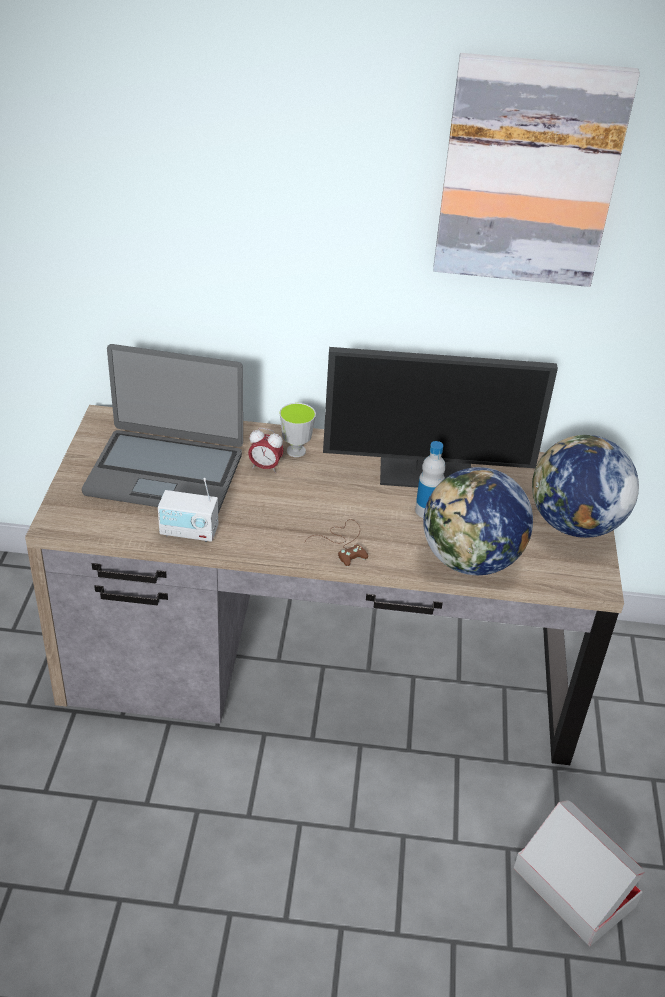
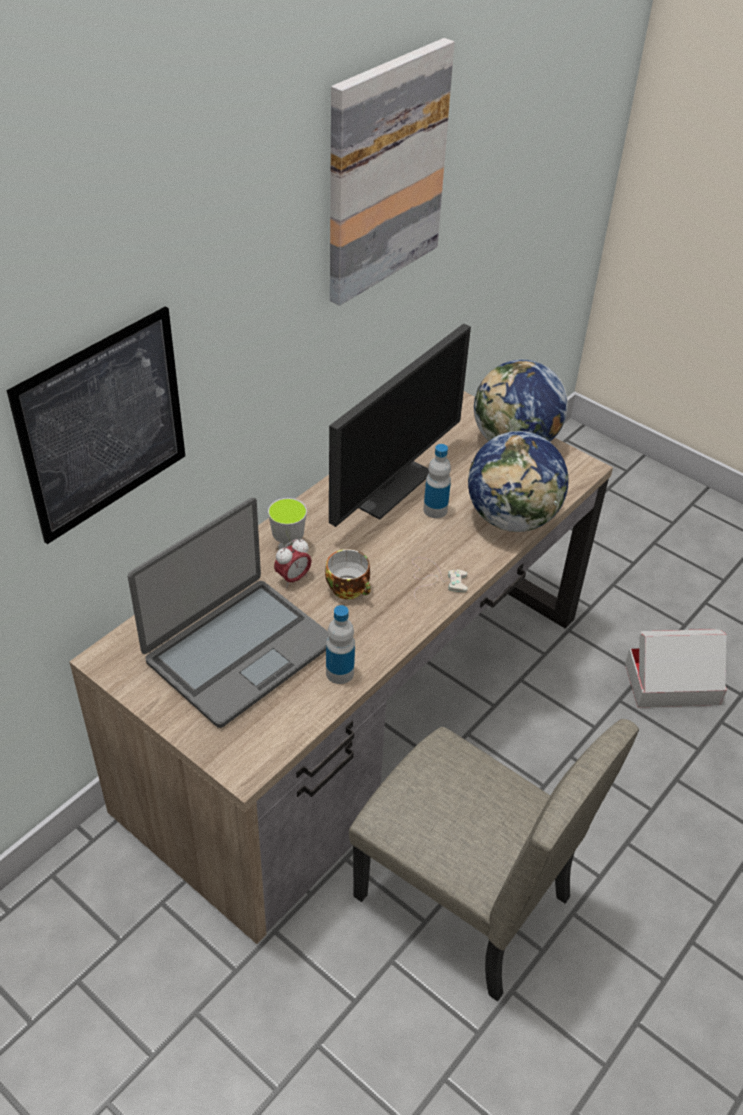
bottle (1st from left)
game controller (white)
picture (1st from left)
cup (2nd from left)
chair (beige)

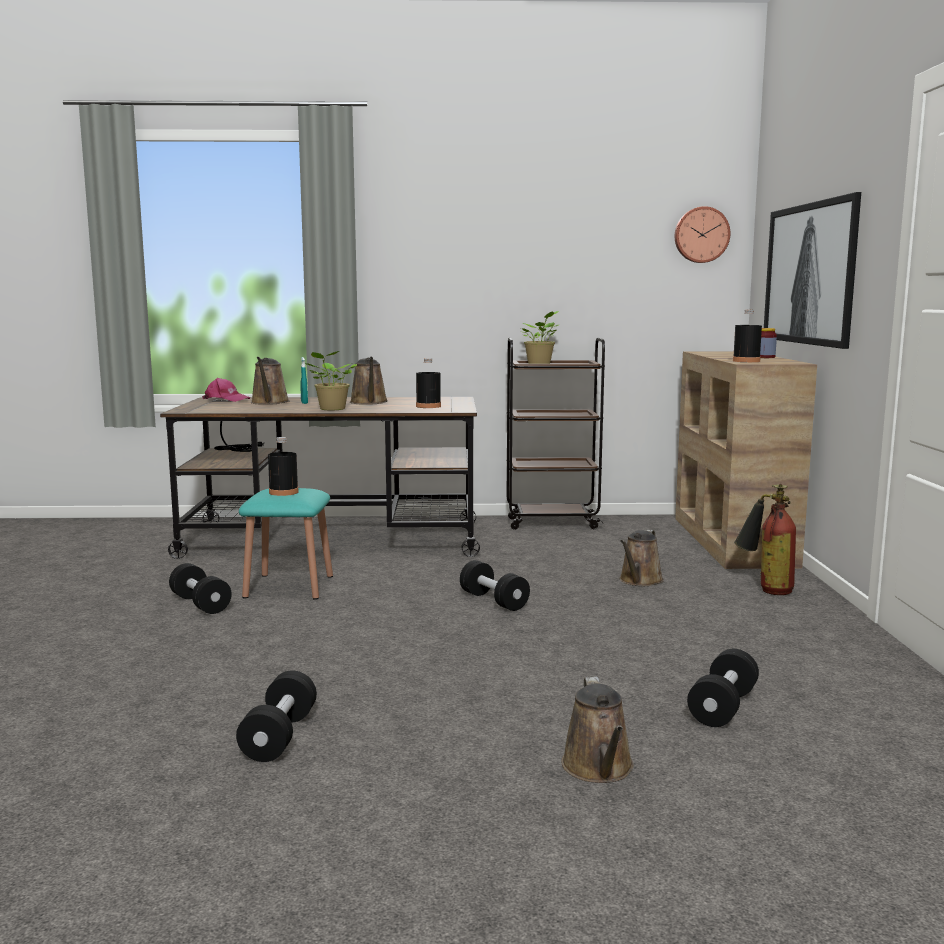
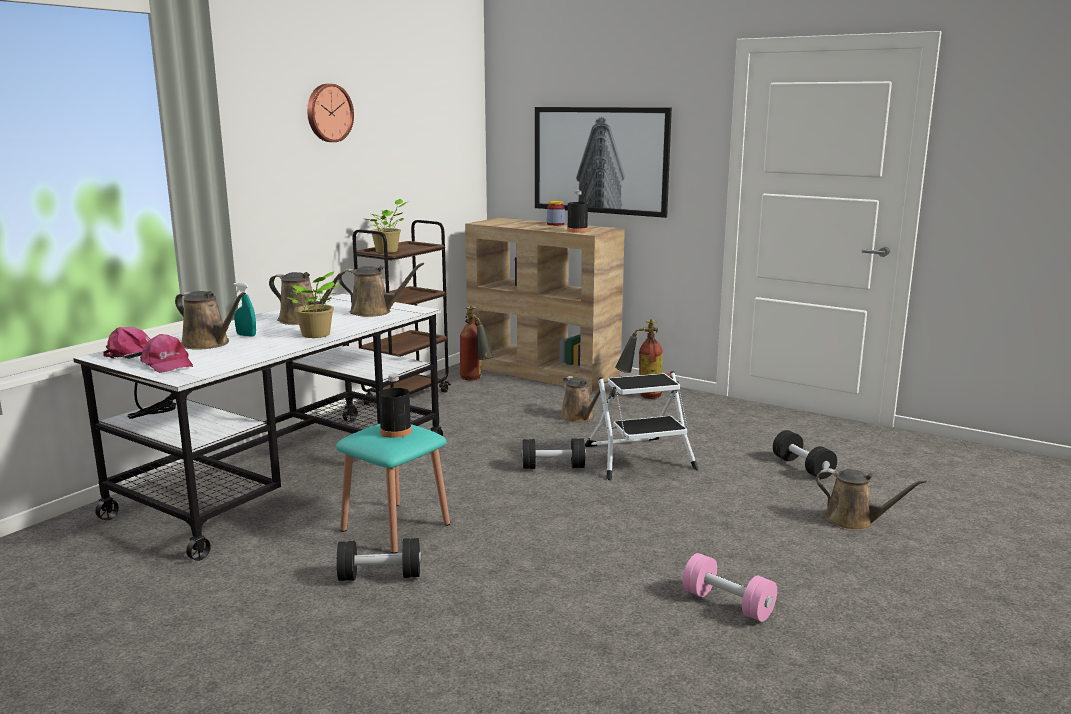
wall clock
watering can (brown) (3rd from left)
desk (white)
dumbbell (pink)
fire extinguisher (1st from left)
cap (pink) (2nd from left)
step ladder

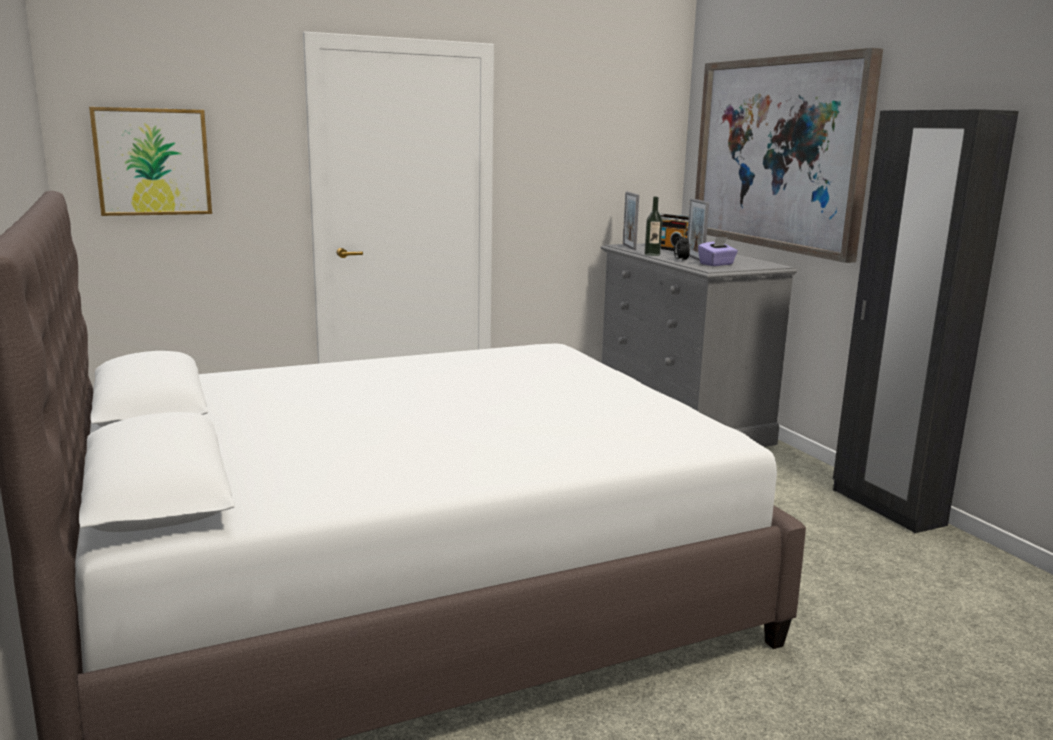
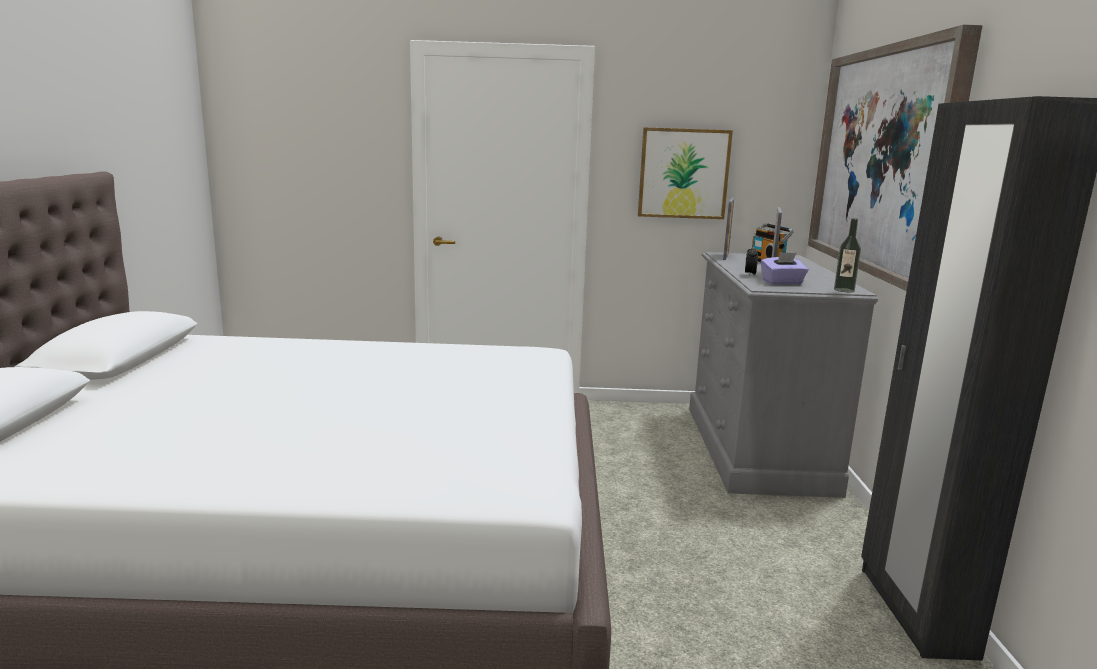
picture (1st from left)
bottle

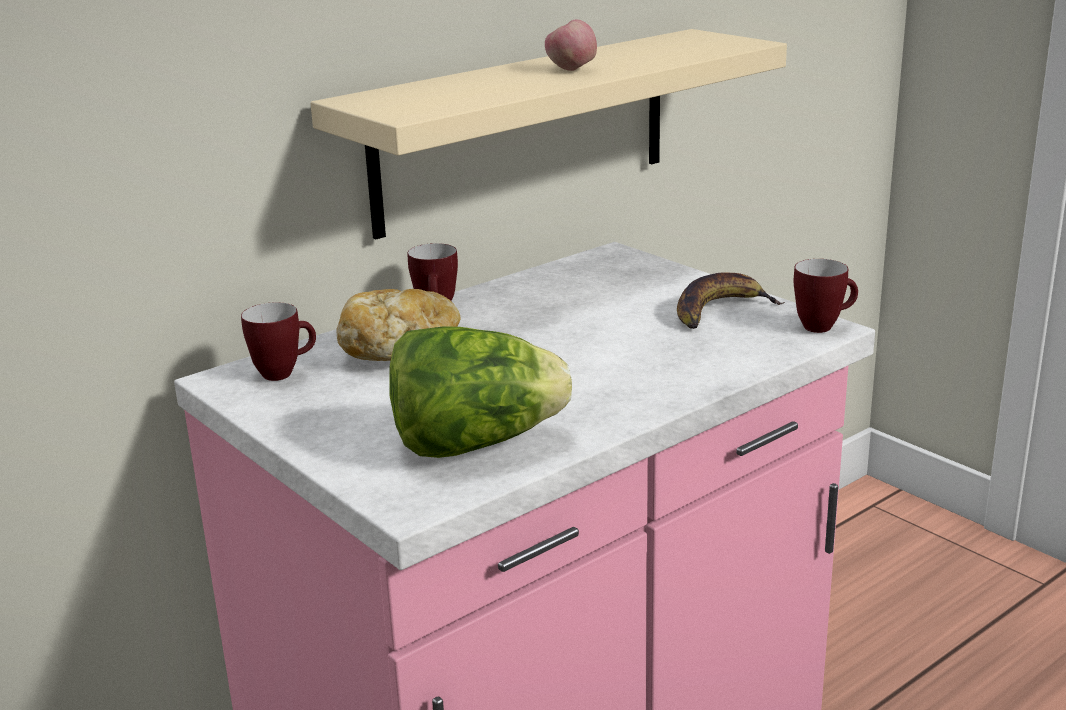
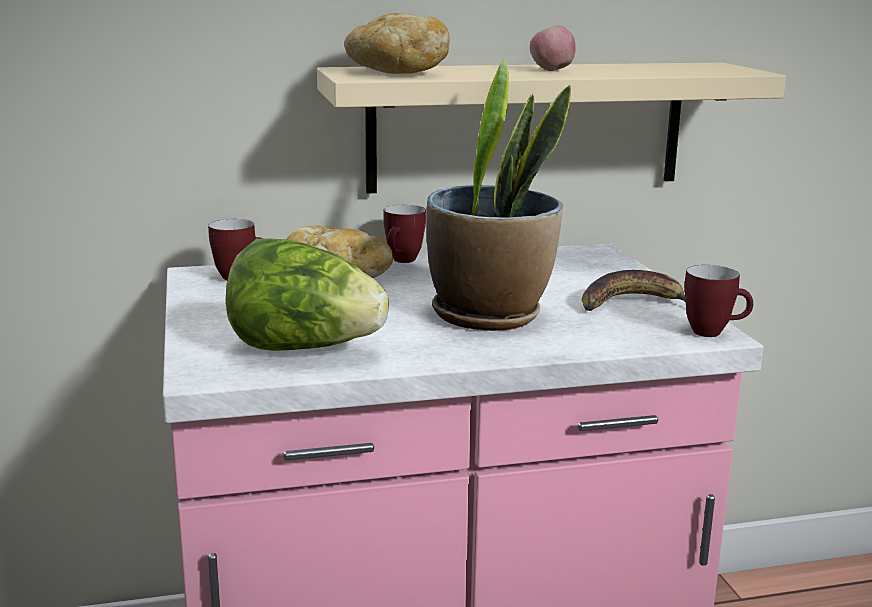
bread (2nd from left)
potted plant

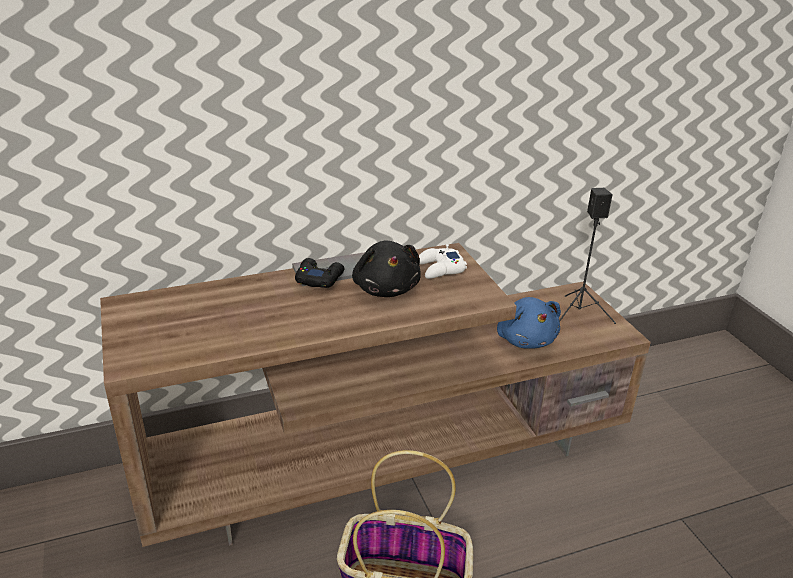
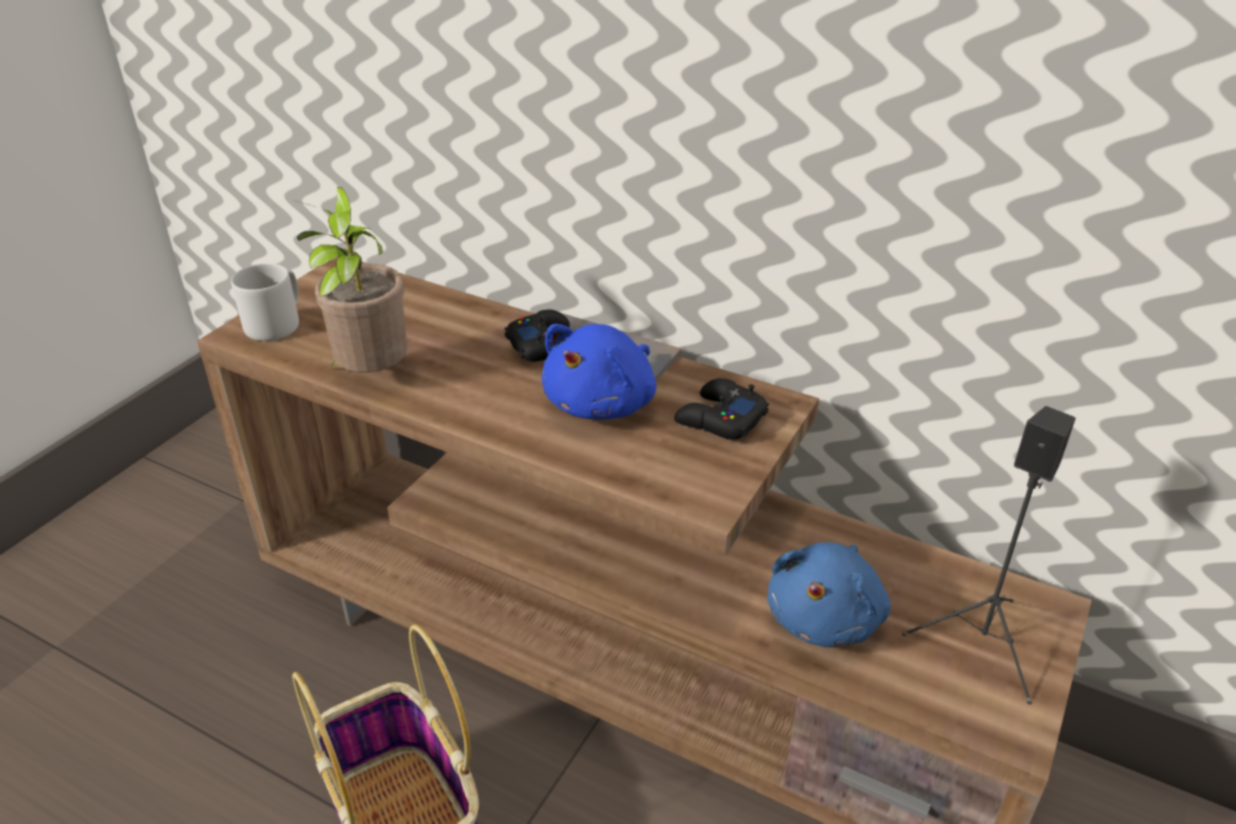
plush toy (blue) (1st from left)
game controller (black) (2nd from left)
potted plant
mug (grey)

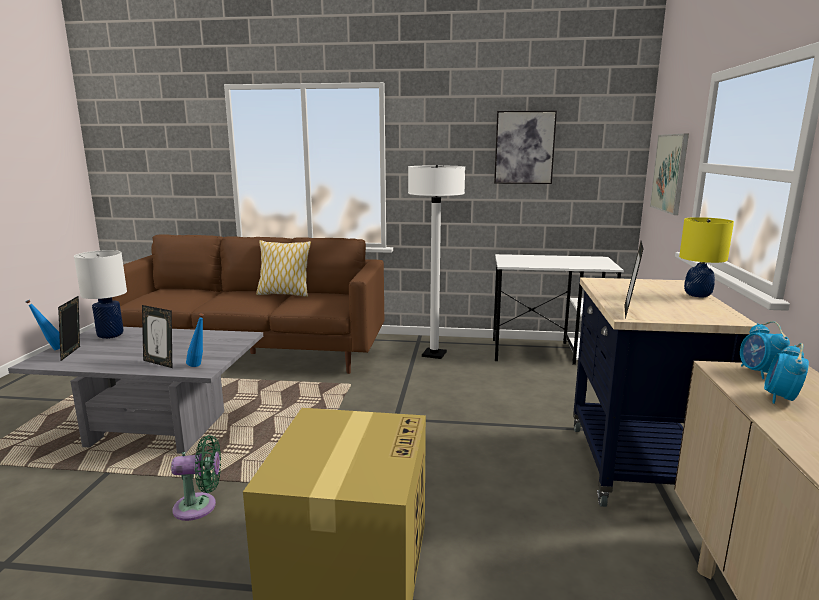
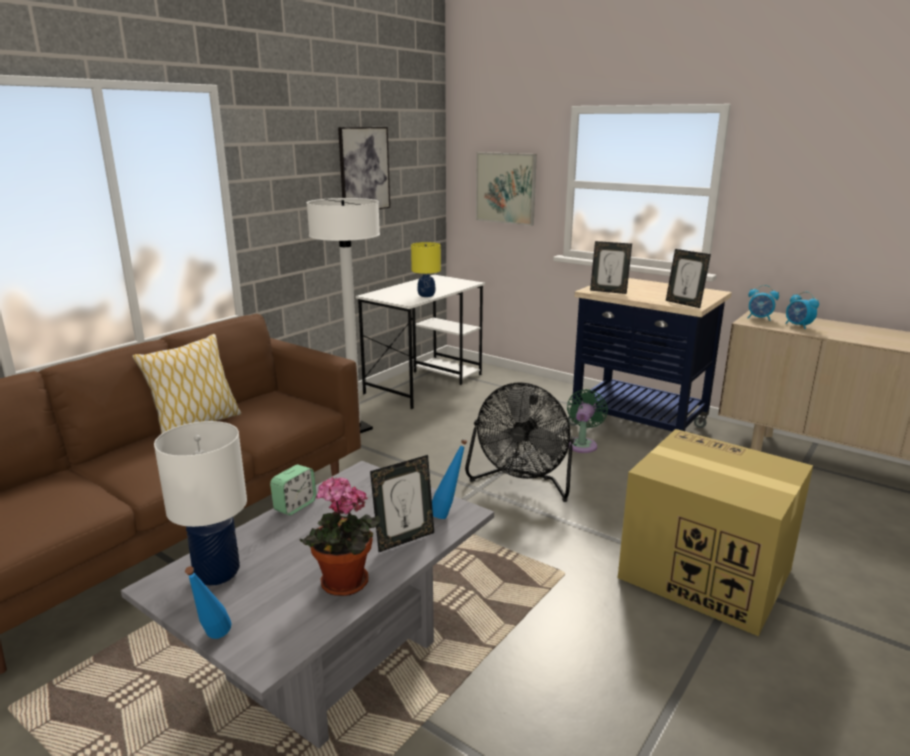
table lamp (yellow)
picture frame (2nd from left)
fan (green)
fan (black)
alarm clock (1st from left)
potted plant

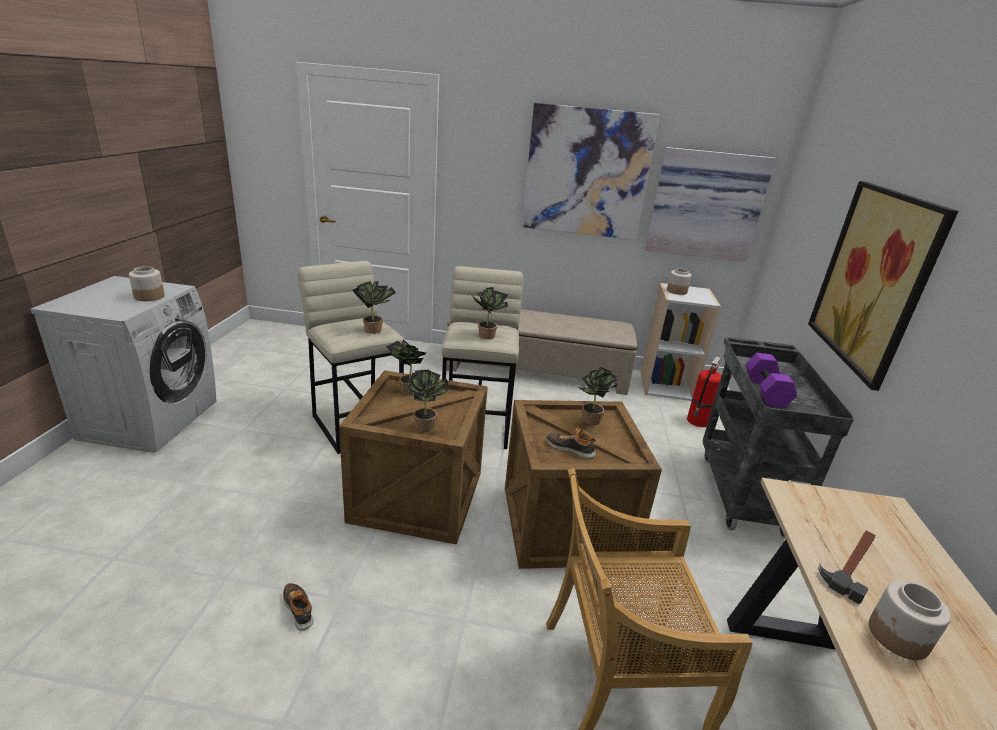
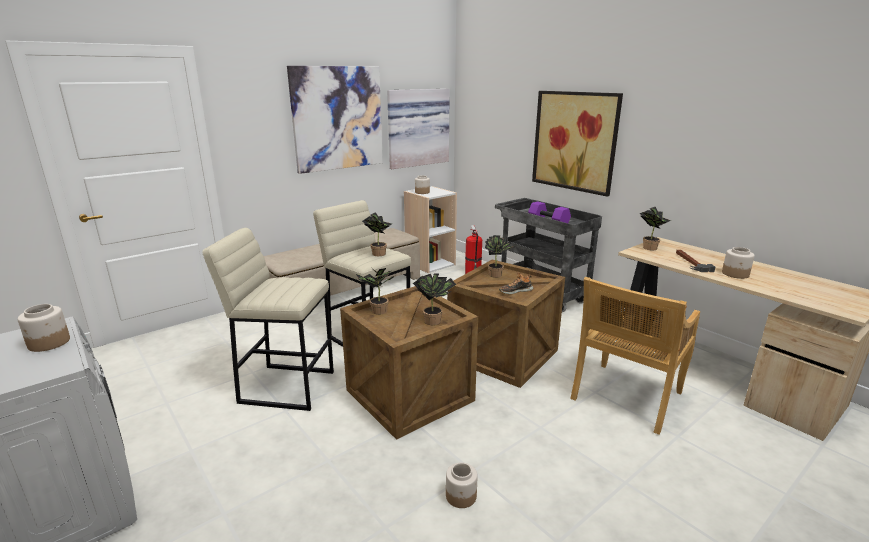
potted plant (5th from left)
jar (3rd from left)

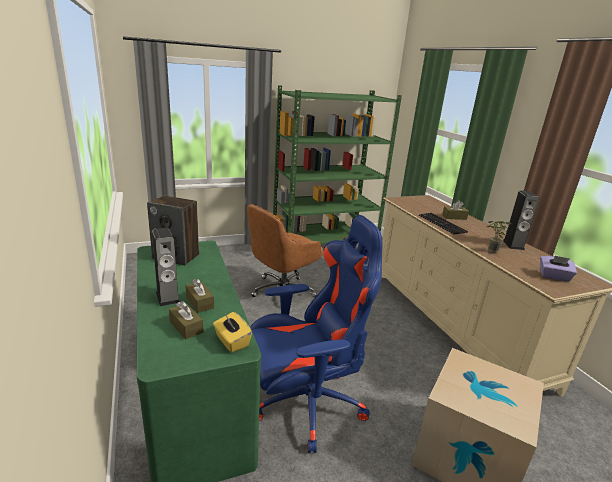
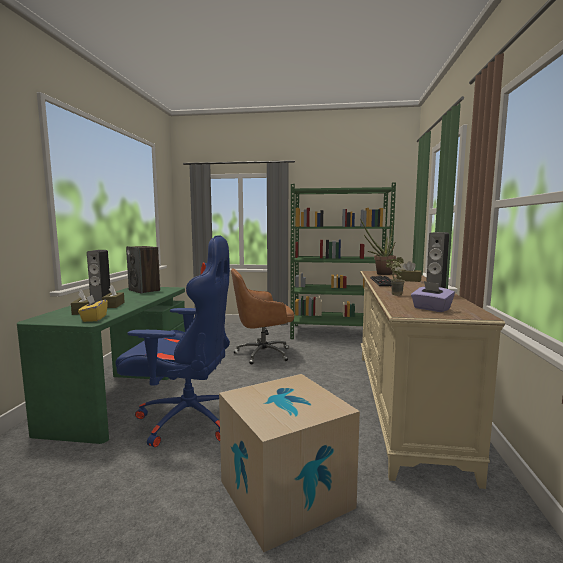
potted plant (1st from left)

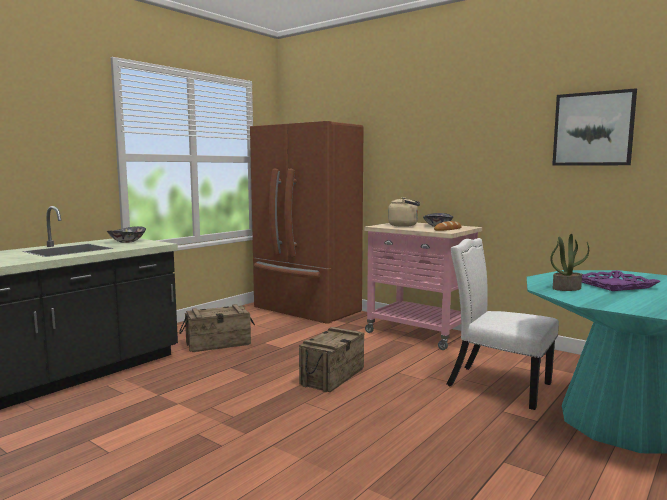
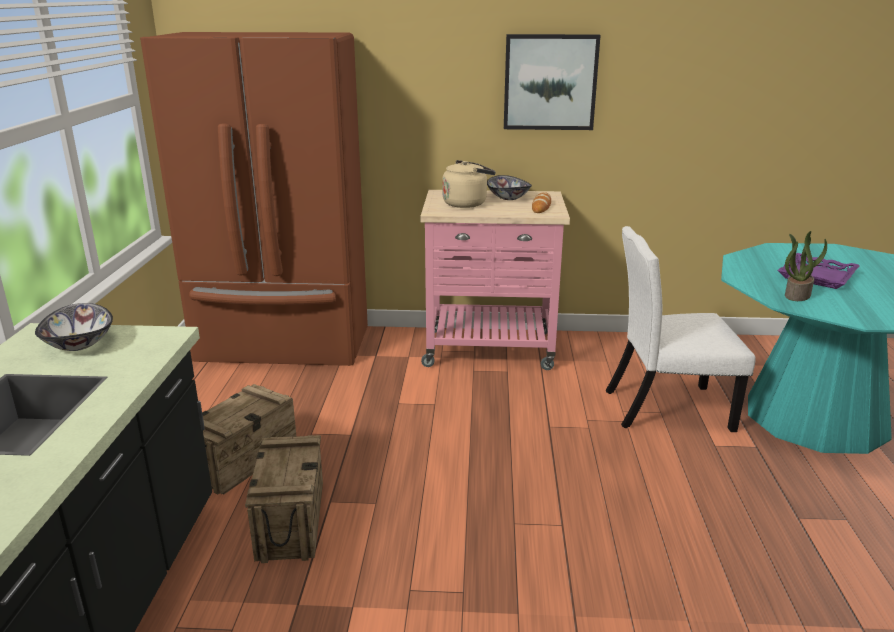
picture
crate (2nd from left)

